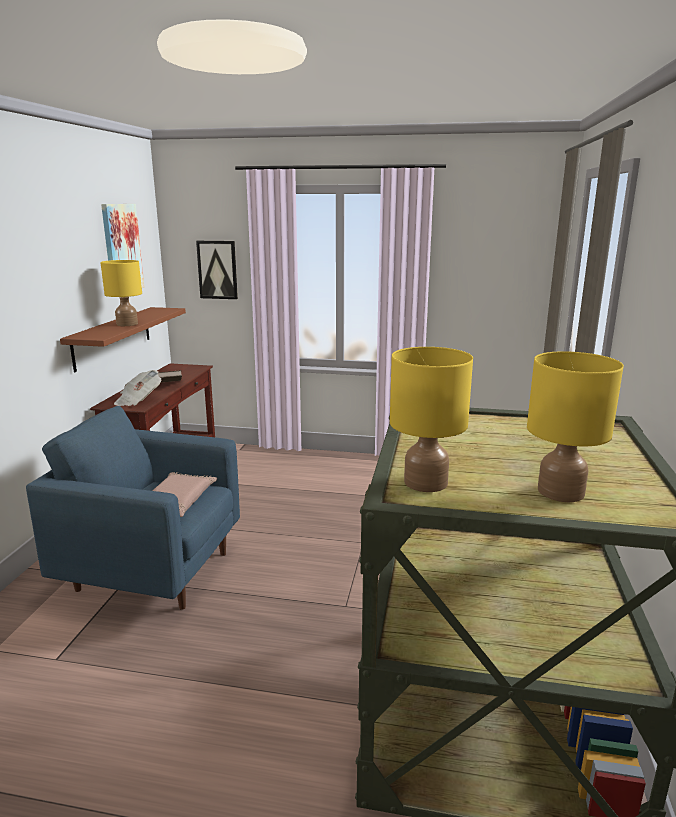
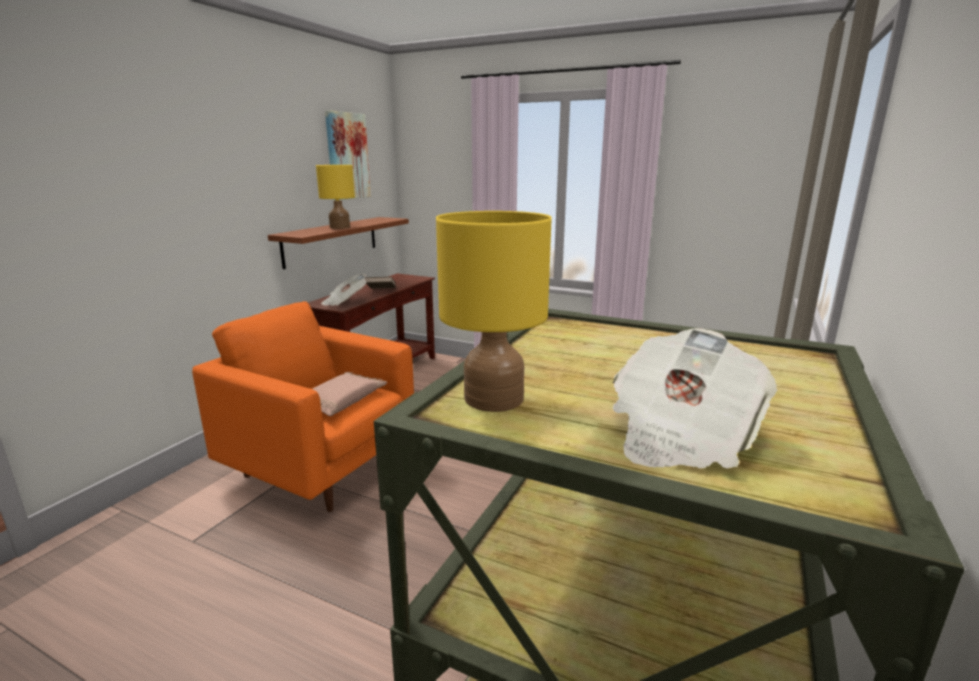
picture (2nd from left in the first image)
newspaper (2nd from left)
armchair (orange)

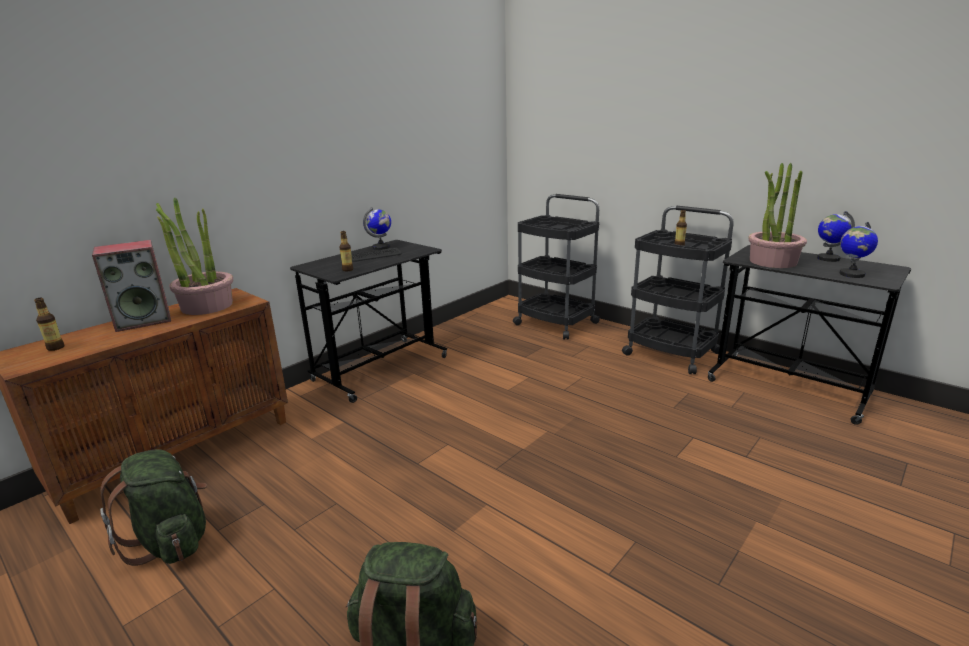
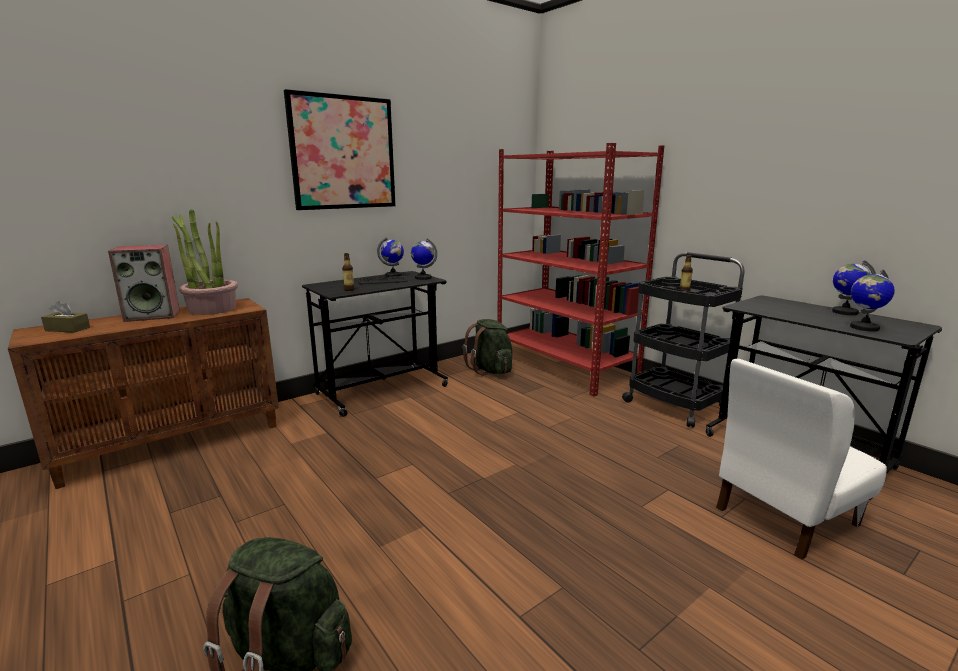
potted plant (2nd from left in the first image)
bookcase (red)
tissue box (brown)
backpack (green) (2nd from left)
picture
globe (2nd from left)
chair (white)

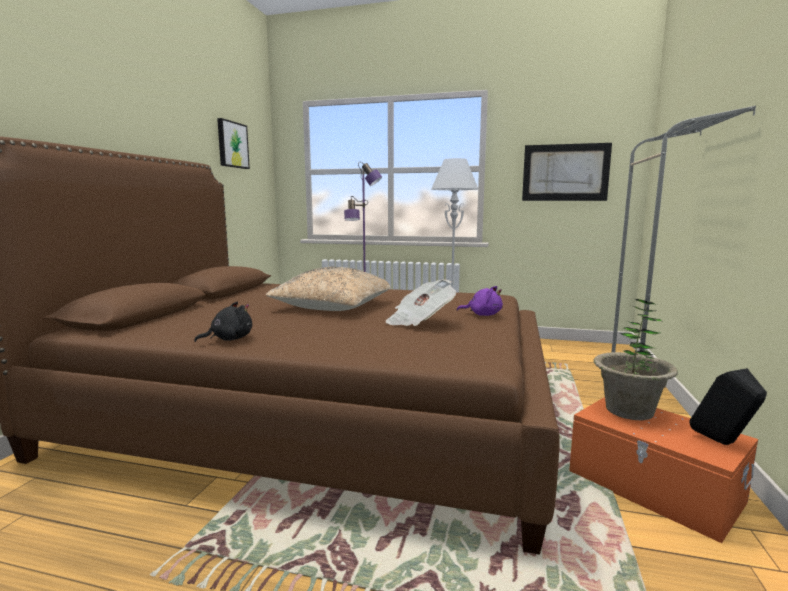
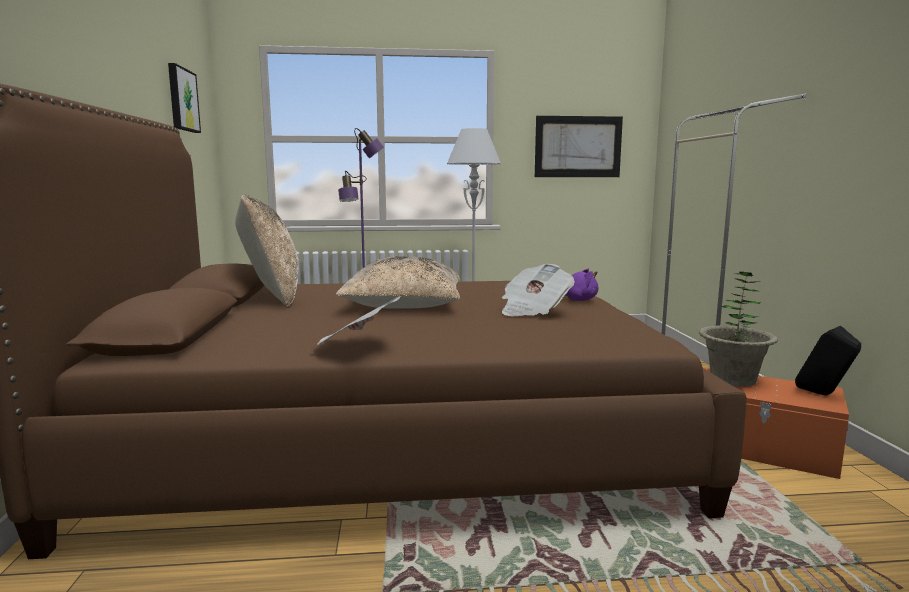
newspaper (1st from left)
pillow (beige) (1st from left)

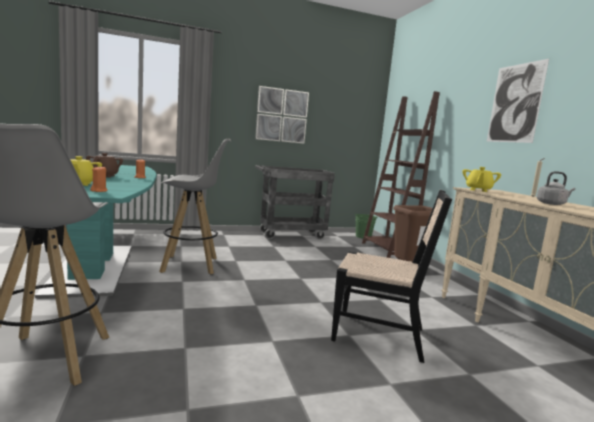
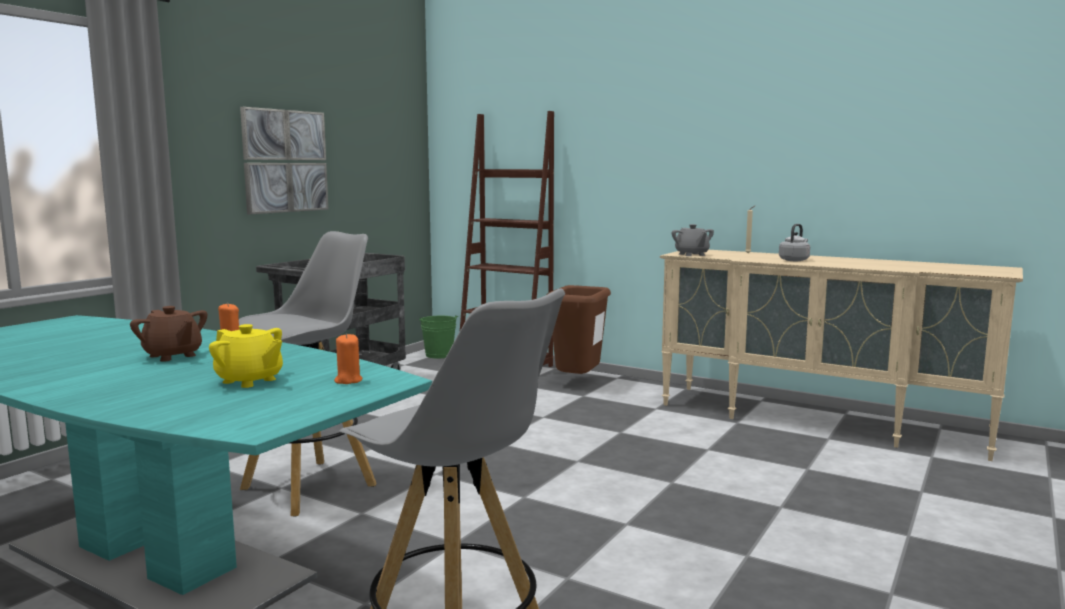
picture (2nd from left in the first image)
teapot (grey)
chair

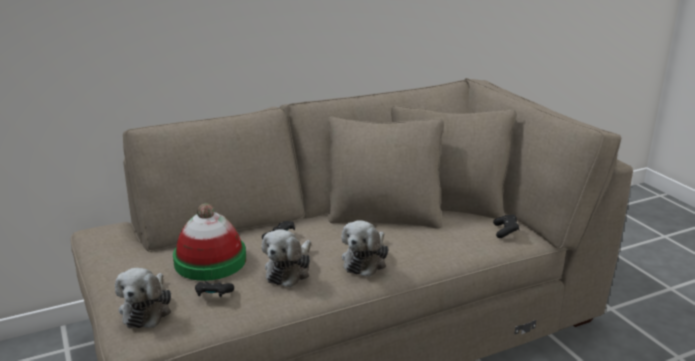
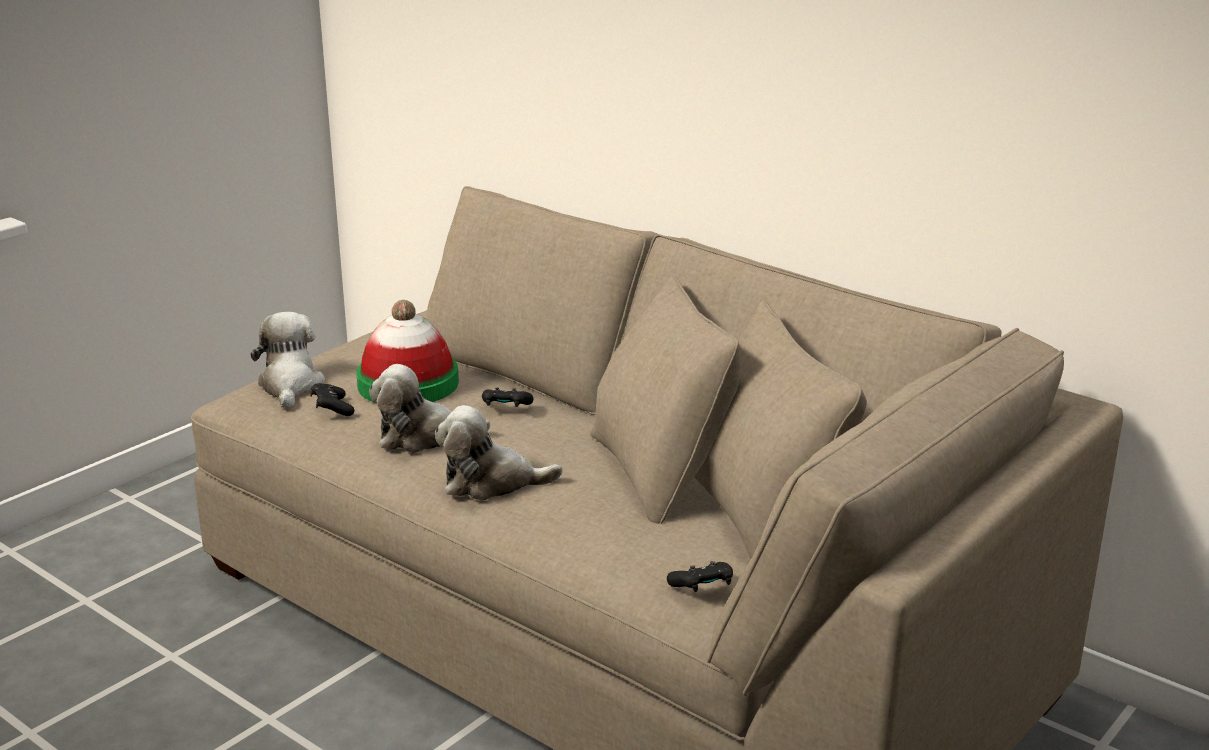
plush toy (1st from left)

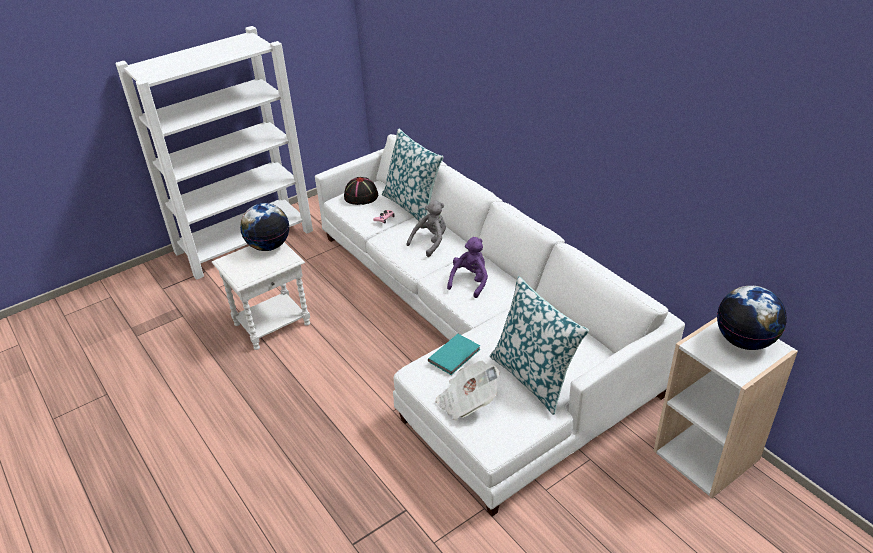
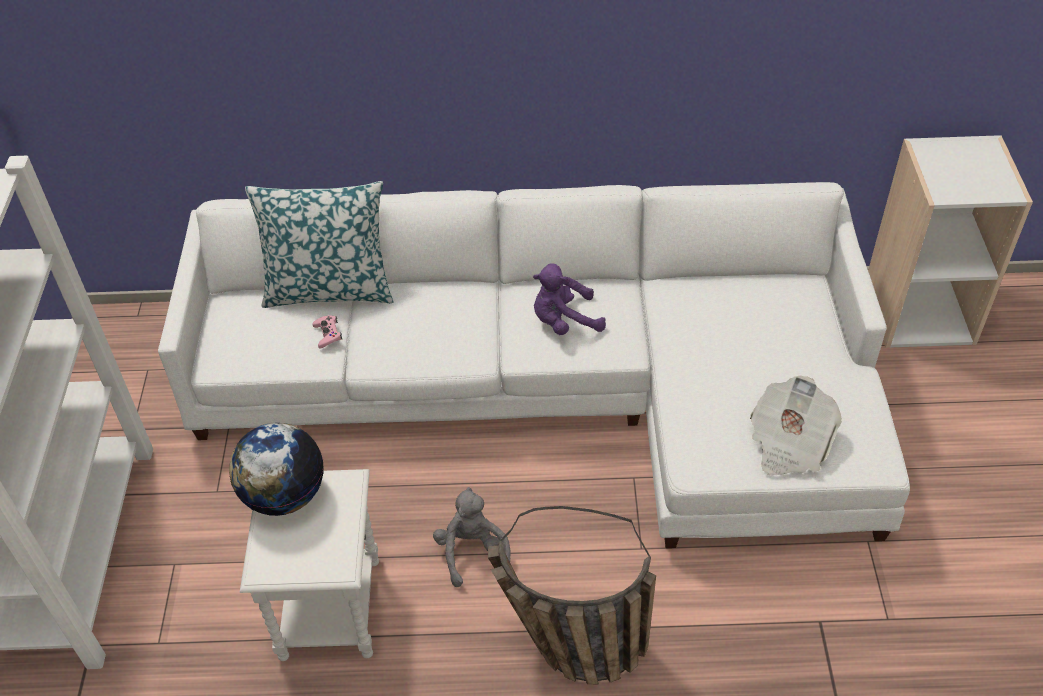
hat (black)
plush toy (grey)
plush toy (purple)
pillow (2nd from left in the first image)
globe (2nd from left in the first image)
book (turquoise)
basket

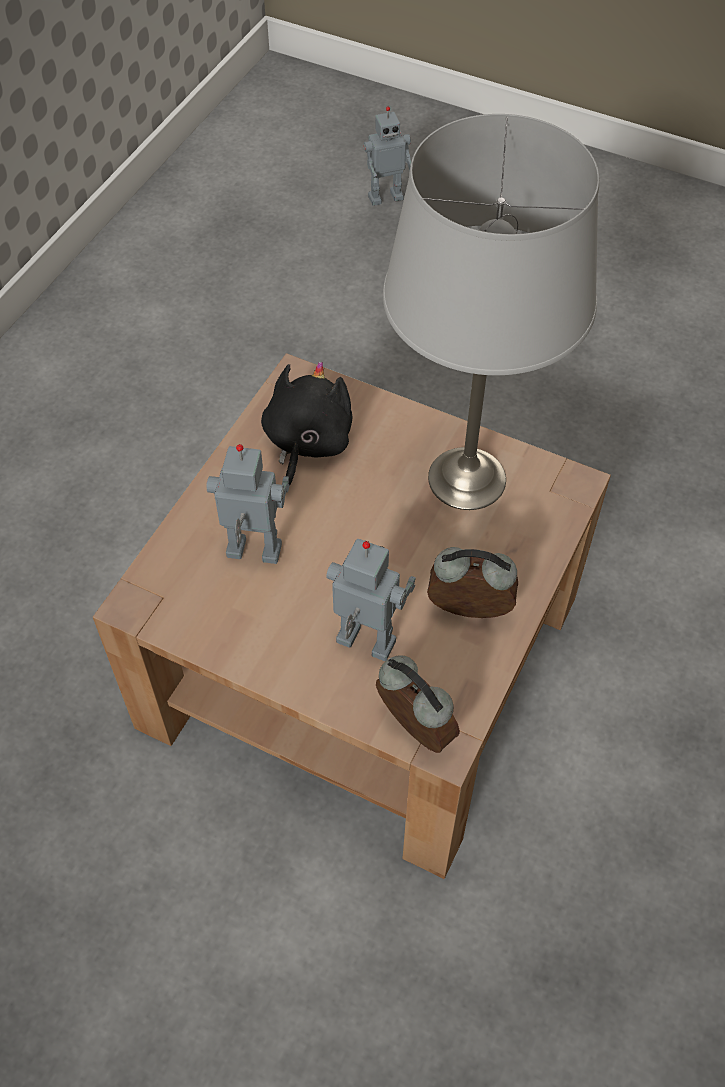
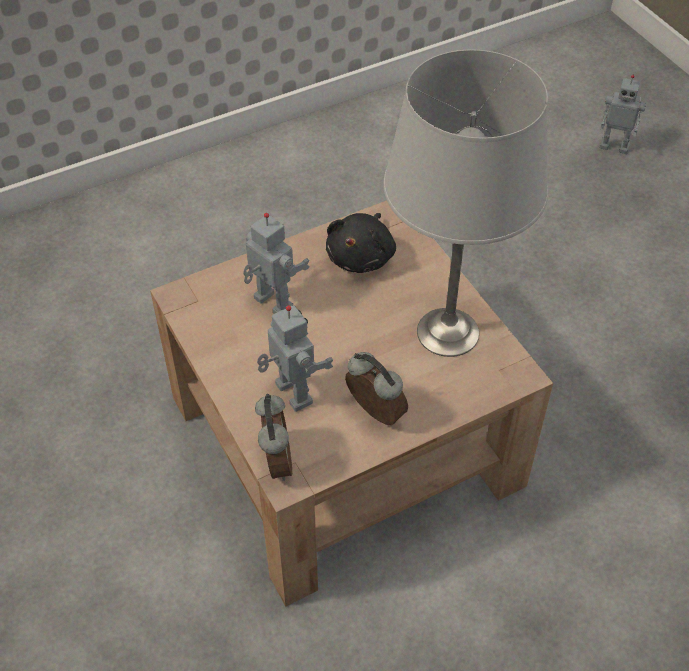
plush toy (black)

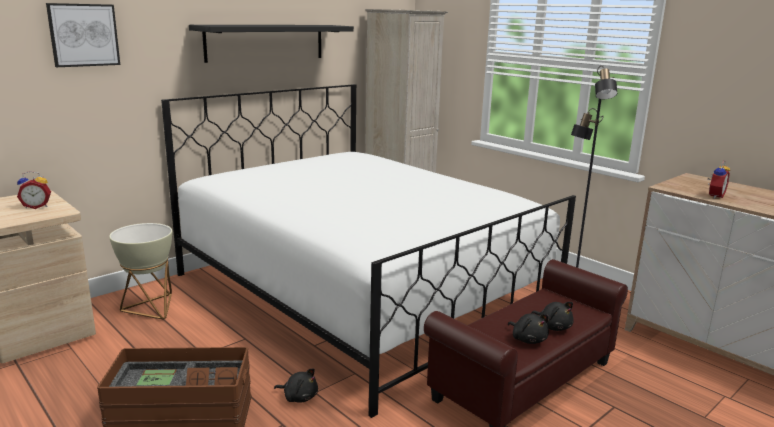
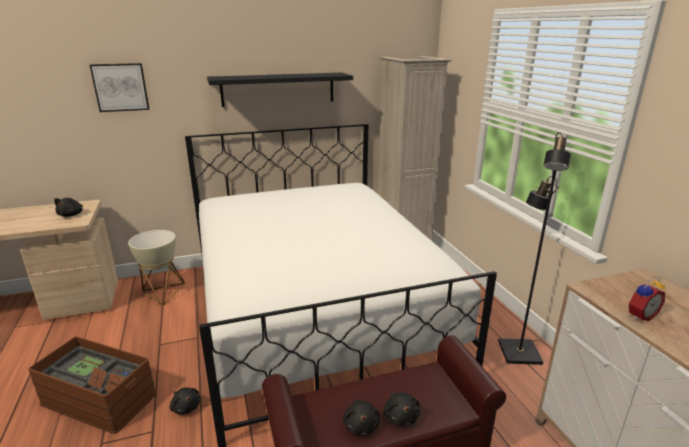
plush toy (black) (1st from left)

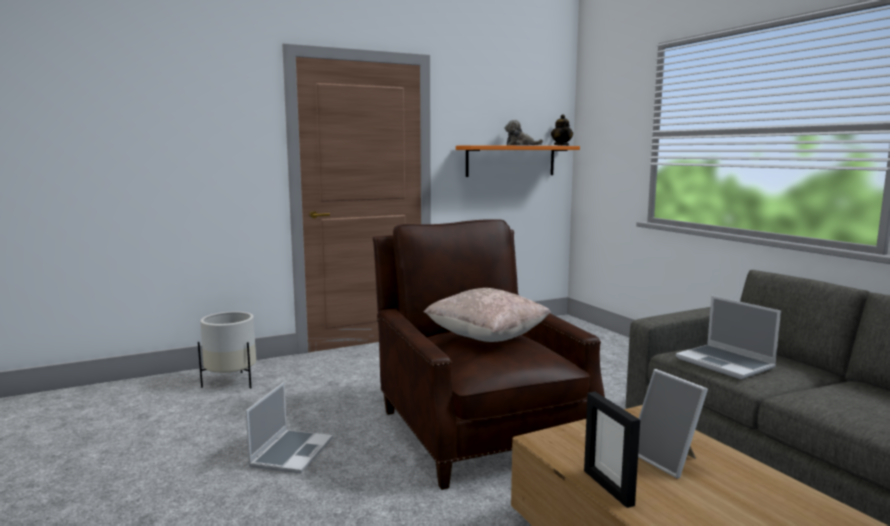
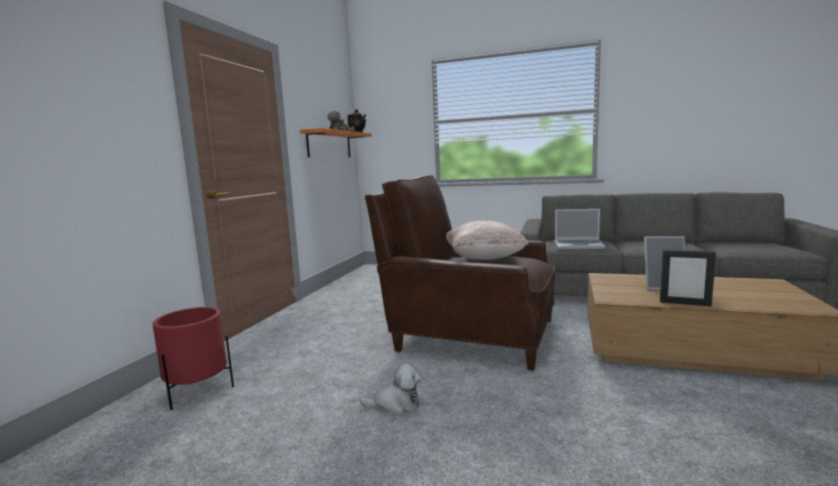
planter (red)
plush toy (2nd from left)

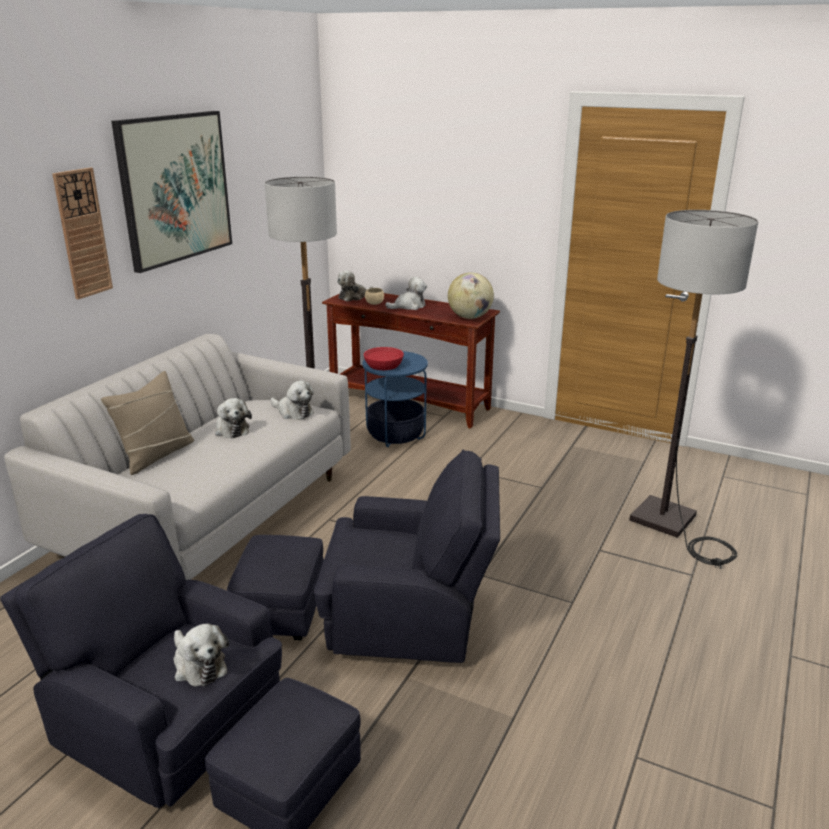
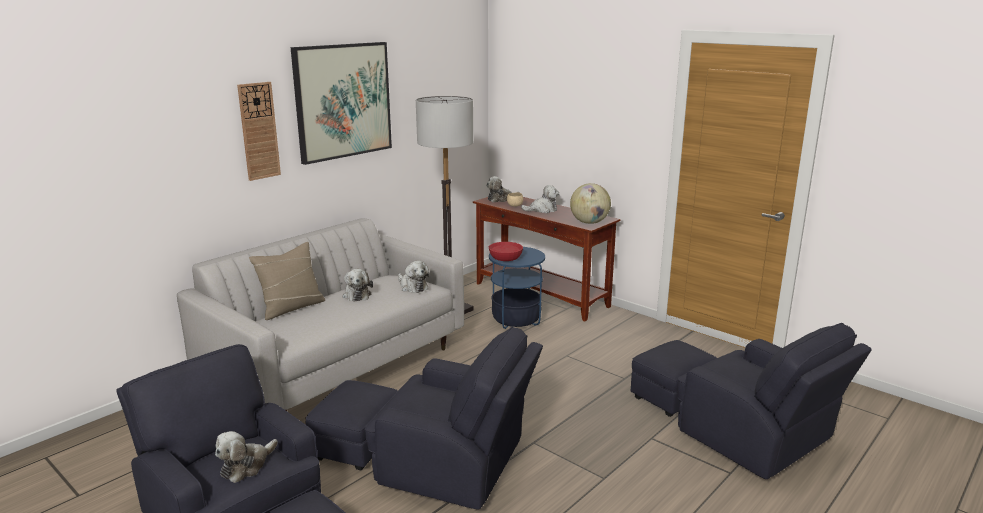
armchair (black) (3rd from left)
plush toy (1st from left)

